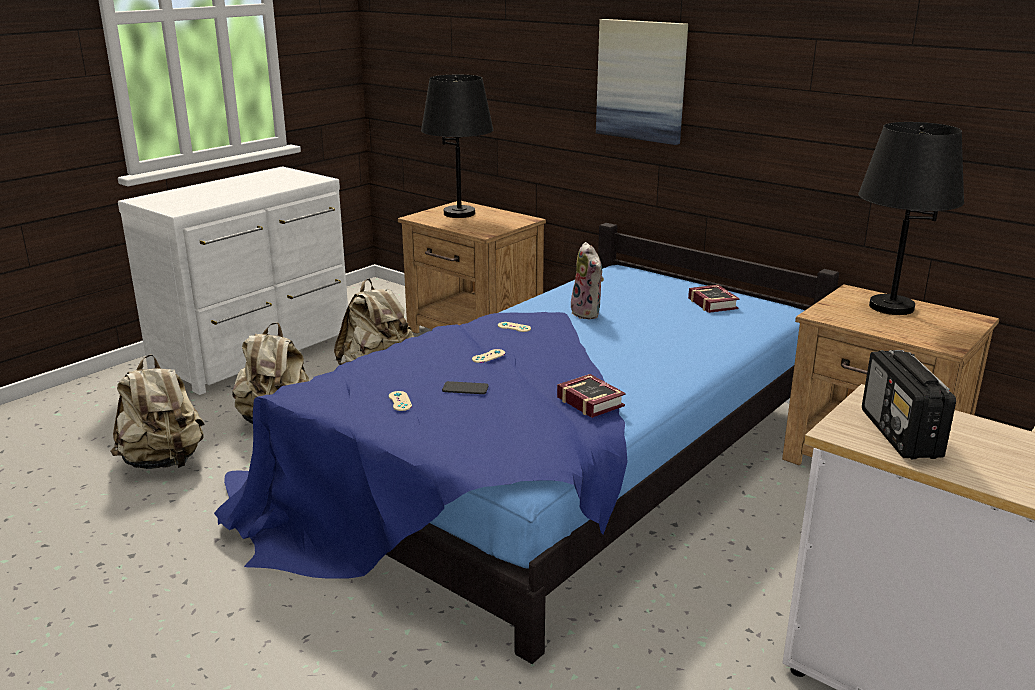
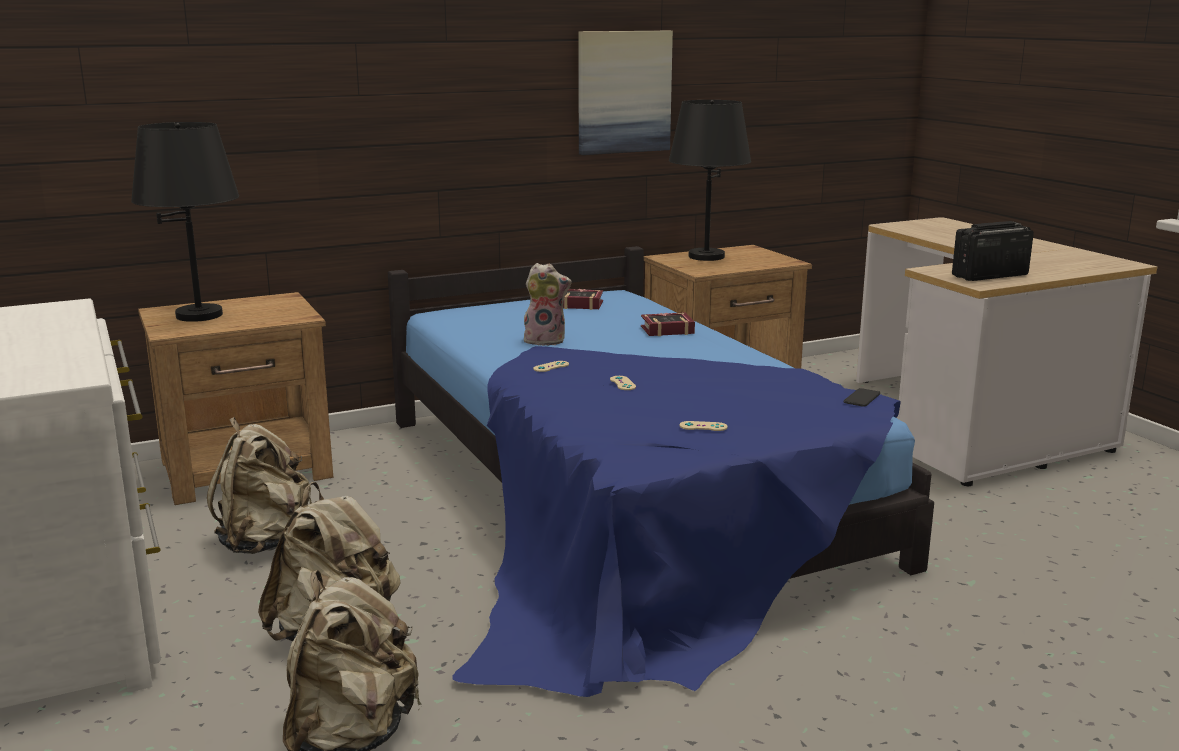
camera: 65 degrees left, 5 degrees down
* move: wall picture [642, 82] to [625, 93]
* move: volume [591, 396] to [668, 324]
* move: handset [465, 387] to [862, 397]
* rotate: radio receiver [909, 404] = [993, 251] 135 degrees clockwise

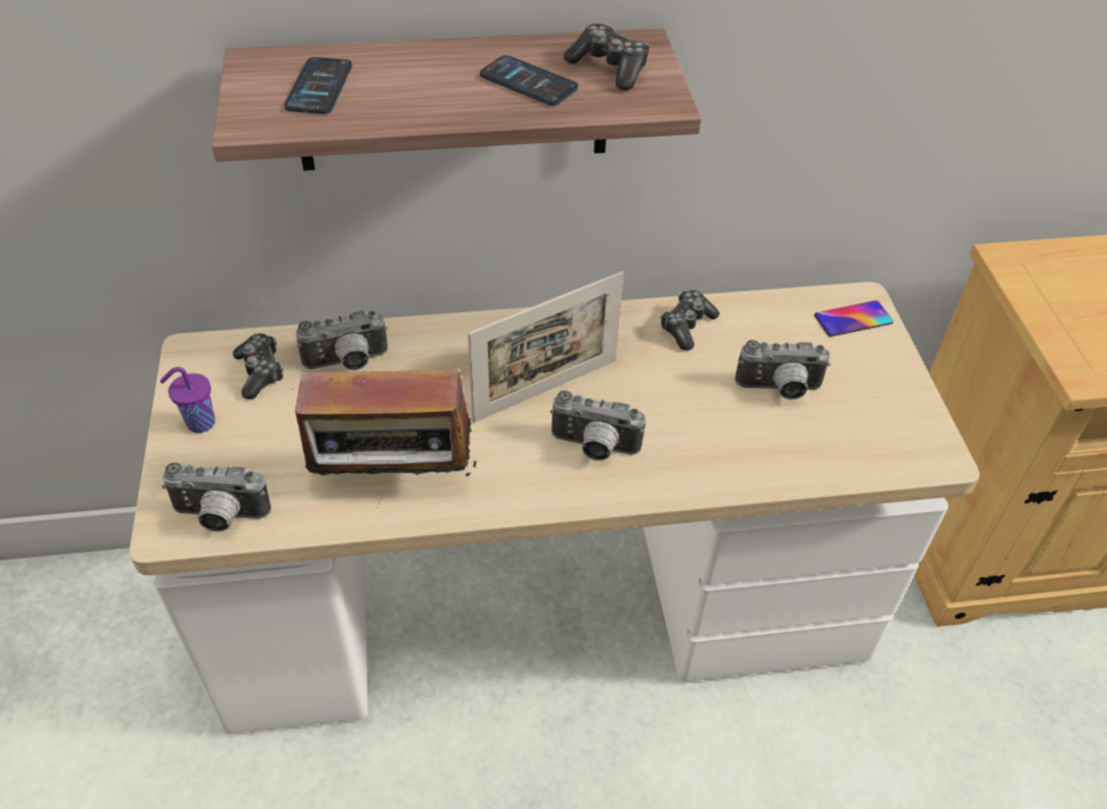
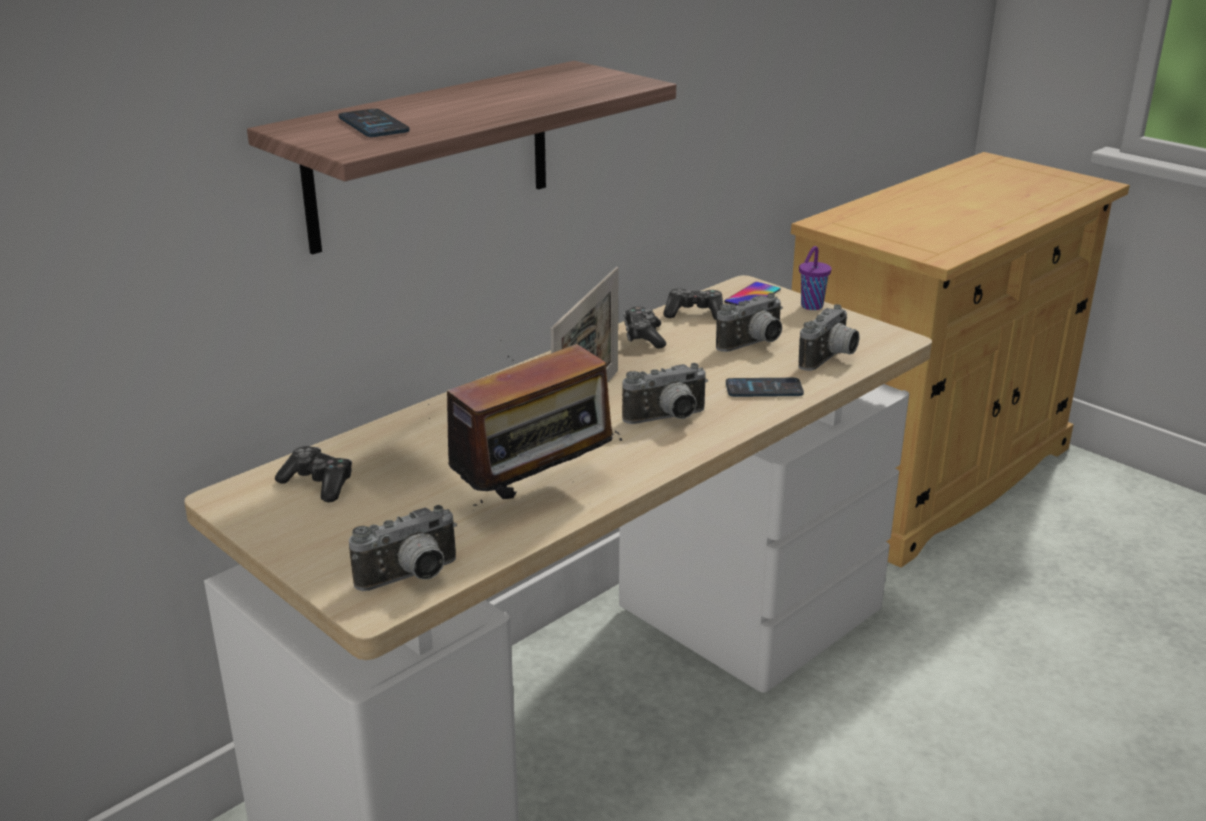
camera: 35 degrees left, 20 degrees down
* move: game controller [607, 56] to [693, 304]
* move: handset [529, 80] to [765, 387]
* move: photo camera [342, 341] to [828, 337]
* move: drinking cup/purple-coloured [187, 400] to [815, 278]

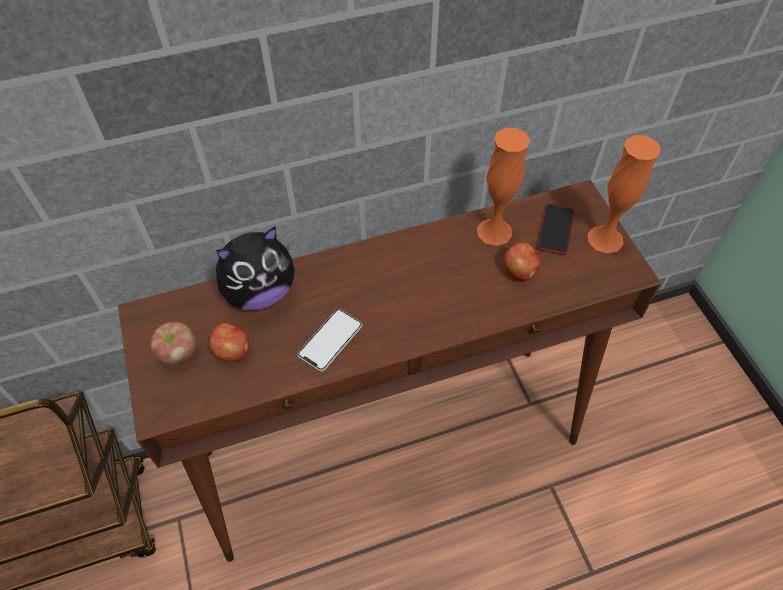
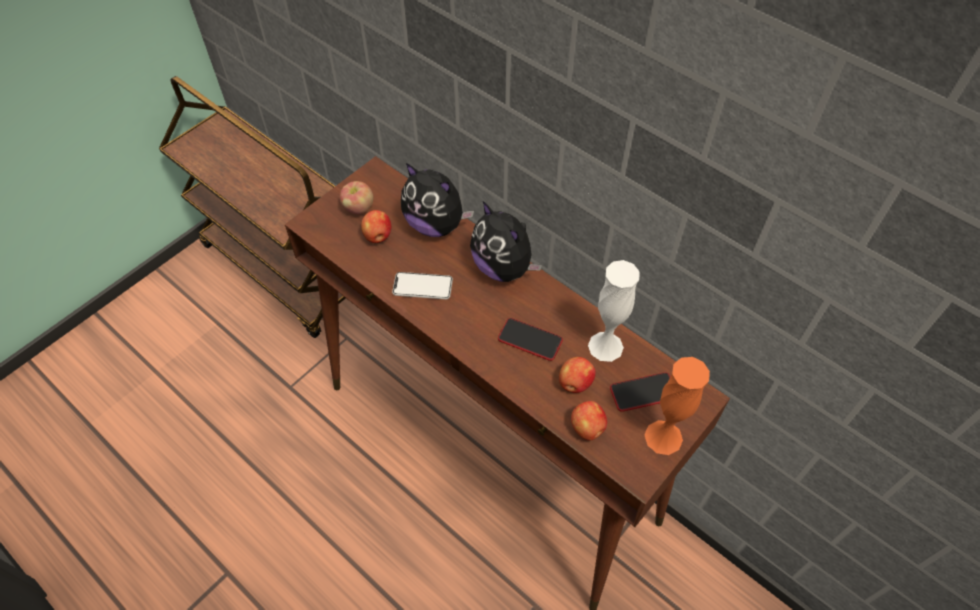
camera: 60 degrees right, 0 degrees up
* insert: cuddly toy [506, 241]
* insert: handset [530, 339]
* insert: whole apple [589, 421]
* recolor: decorative vase/orange-coloured [503, 187] to decorative vase/white-coloured [614, 311]

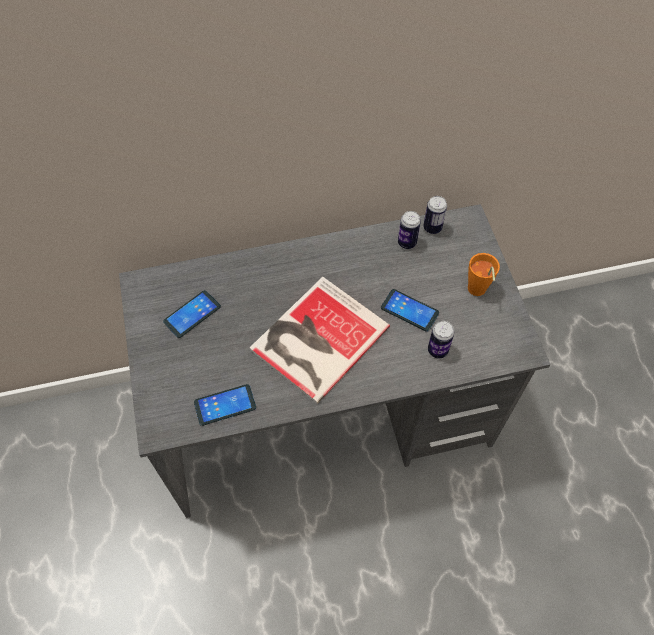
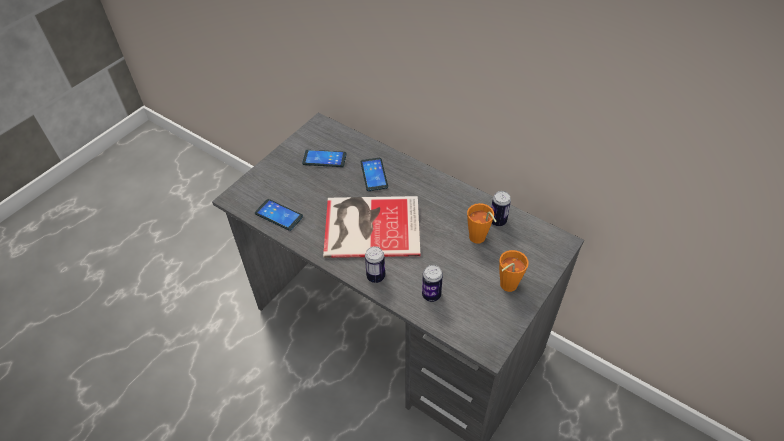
camera: 50 degrees right, 10 degrees down
* move: handset [410, 310] to [374, 174]
* move: sealed can [435, 215] to [375, 264]
* insert: drinking cup/orange-coloured [482, 223]

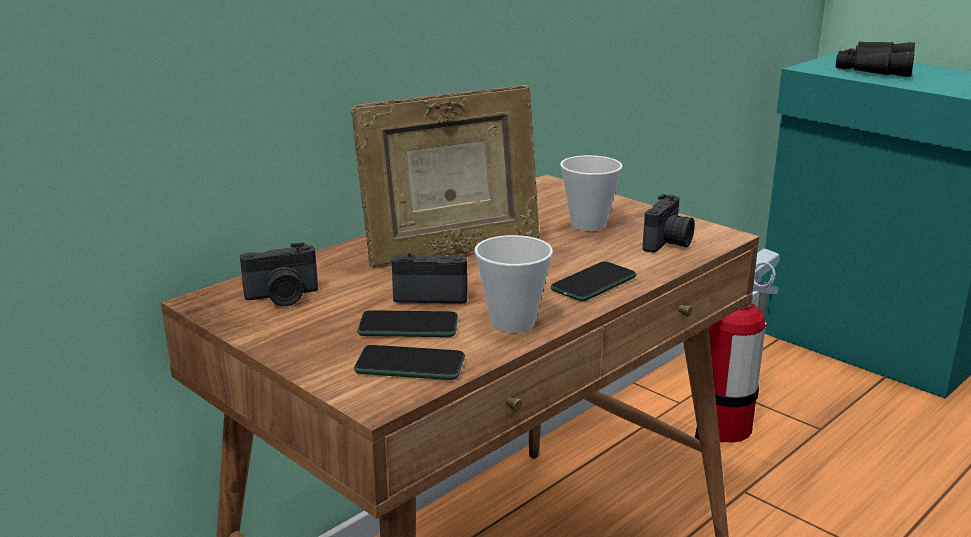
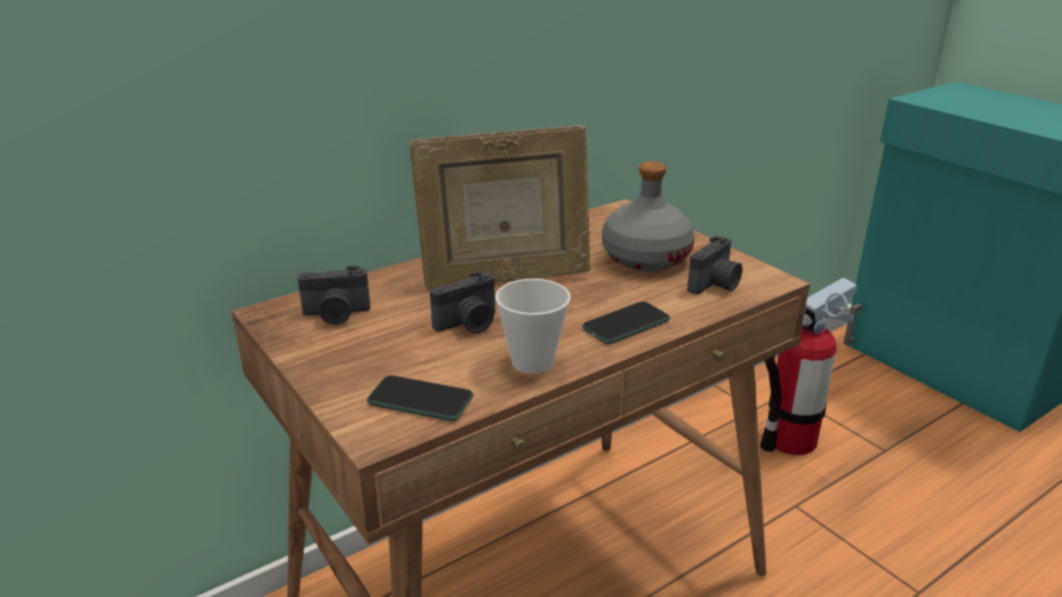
camera: 10 degrees right, 5 degrees up
* rotate: photo camera [429, 278] = [462, 302] 135 degrees clockwise
* replace: drinking cup [591, 193] to beverage bottle/greyish [648, 216]
* delete: handset [407, 323]
* delete: field glasses/black [875, 59]

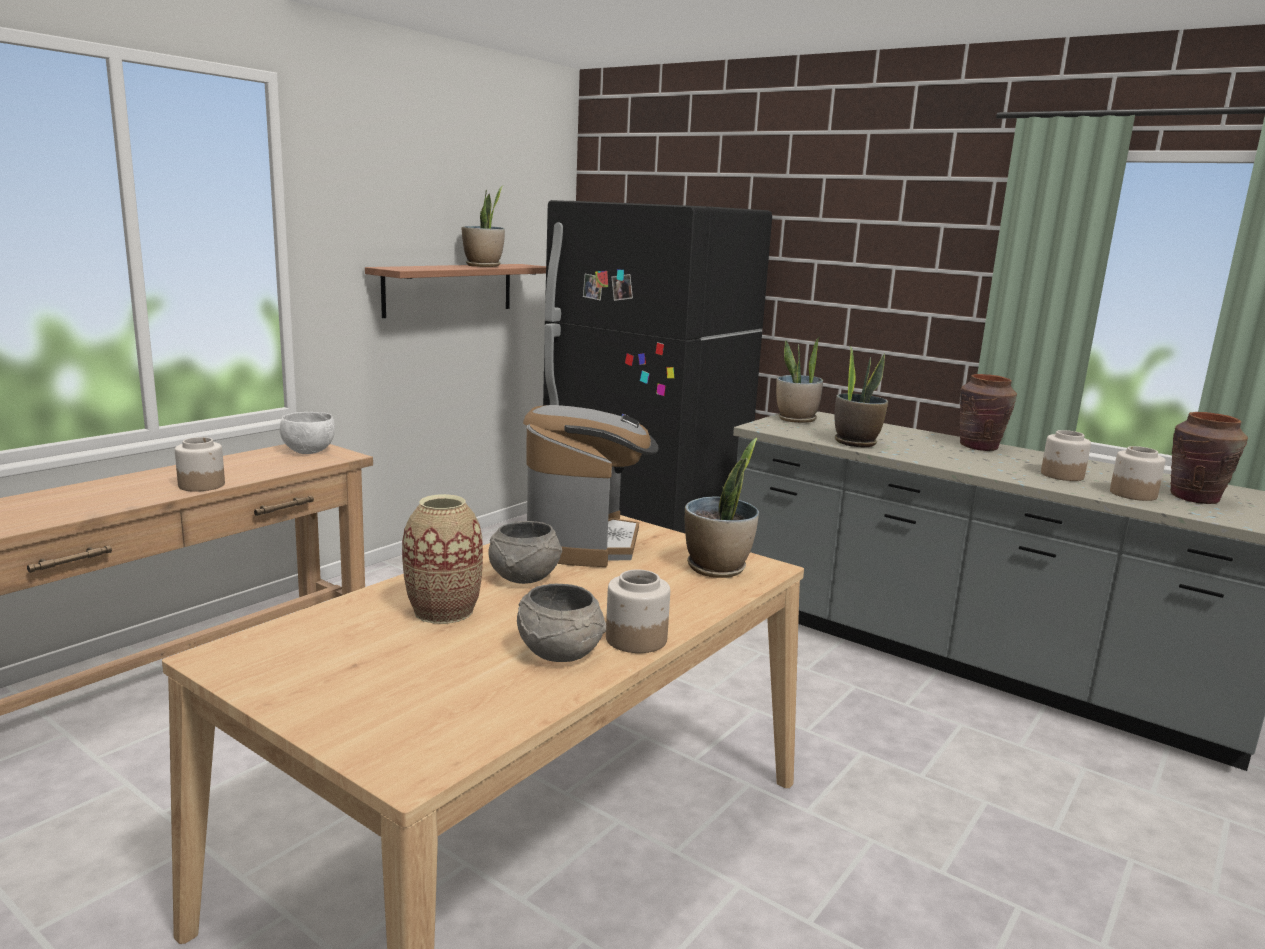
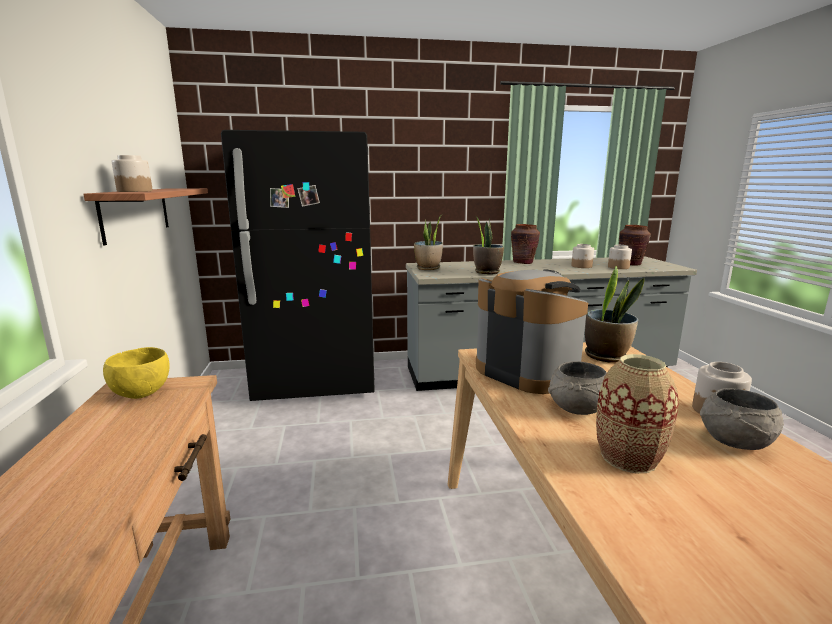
camera: 45 degrees left, 0 degrees up
* recolor: bowl/white-coloured [307, 433] to bowl/yellow-coloured [136, 373]
* move: jar [200, 464] to [132, 173]
* delete: potted plant [483, 226]

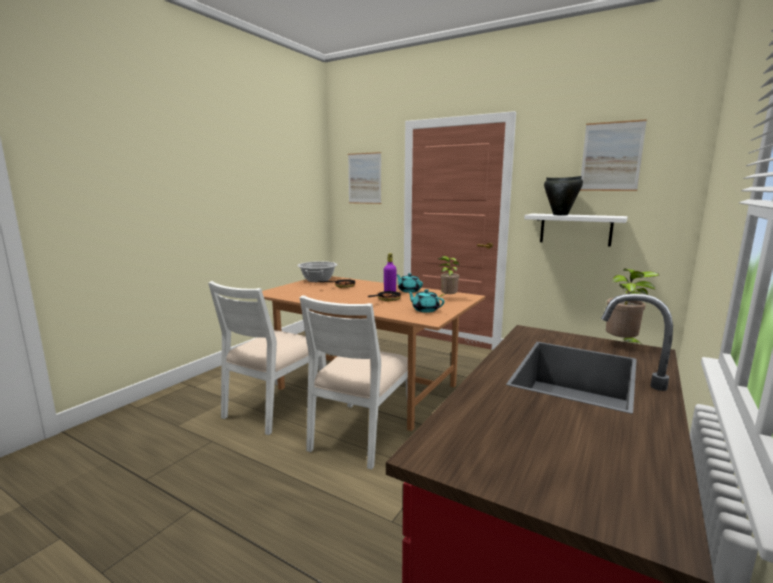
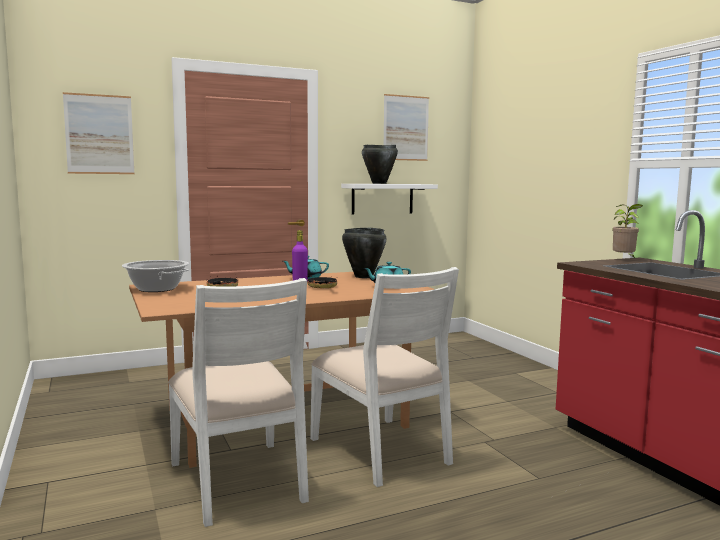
camera: 55 degrees left, 5 degrees down
* replace: potted plant [448, 277] to saucepot/black [364, 253]

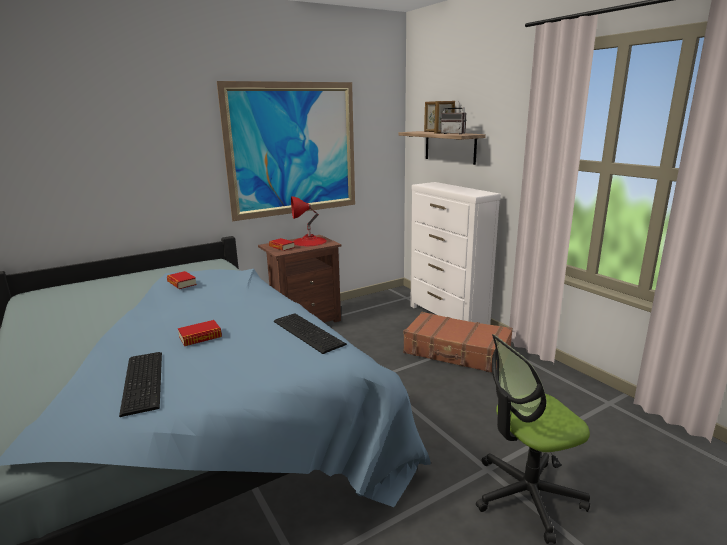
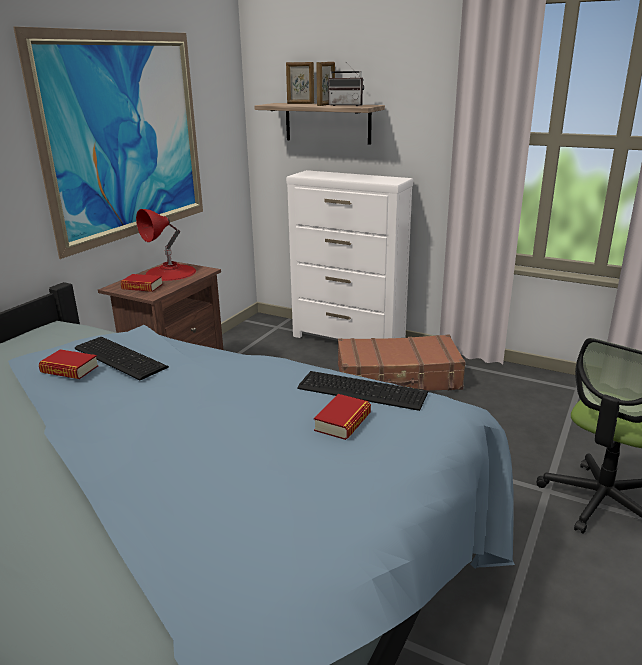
camera: 30 degrees left, 5 degrees up
* move: keyboard [140, 384] to [122, 358]
* move: volume [200, 333] to [342, 417]

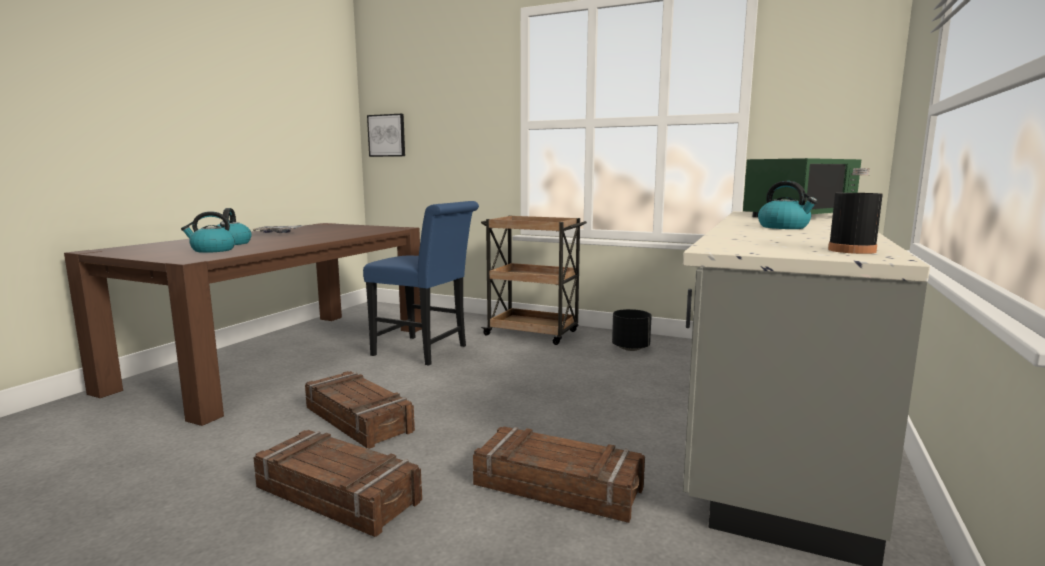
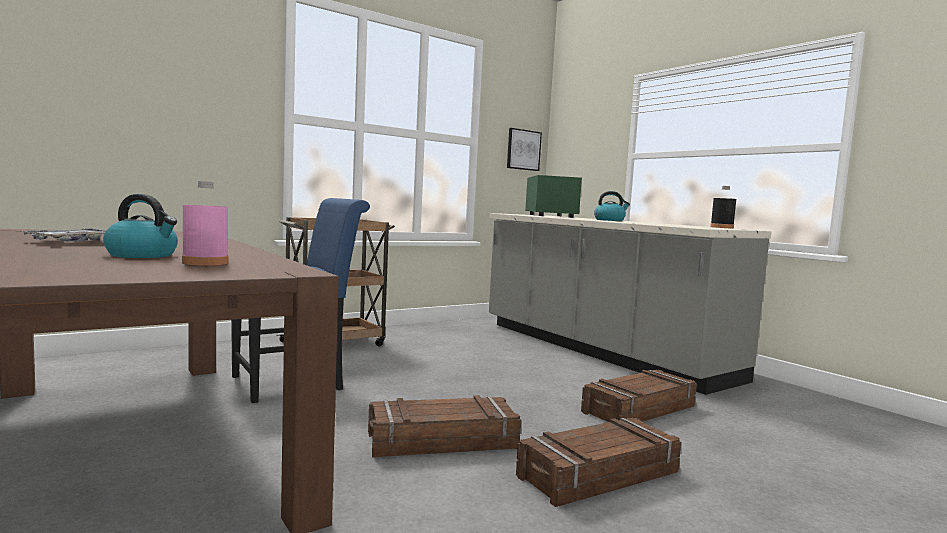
camera: 60 degrees left, 5 degrees down
* replace: water kettle [208, 232] to beverage bottle/pink [205, 223]
* move: wall picture [386, 135] to [524, 149]
* delete: planter/black [632, 330]

